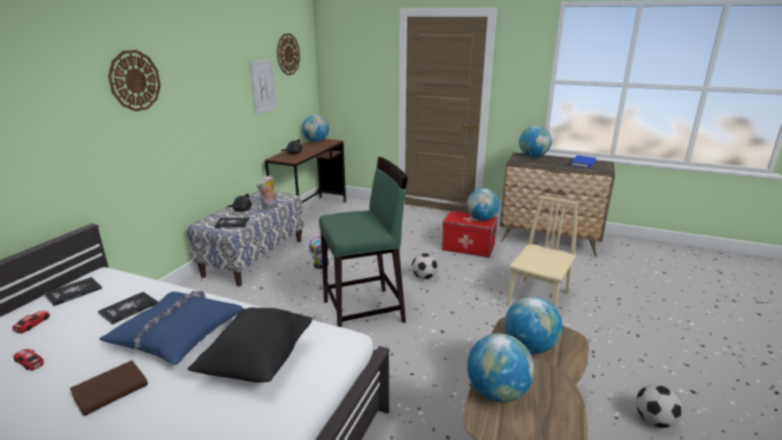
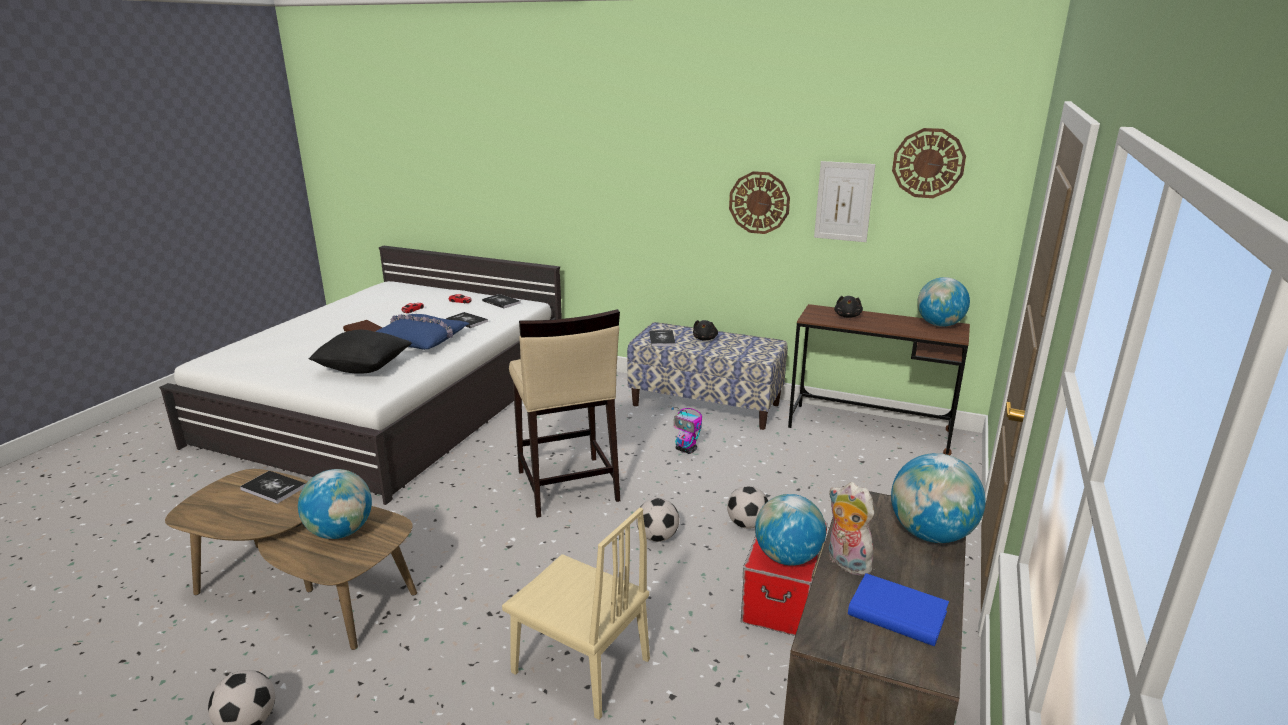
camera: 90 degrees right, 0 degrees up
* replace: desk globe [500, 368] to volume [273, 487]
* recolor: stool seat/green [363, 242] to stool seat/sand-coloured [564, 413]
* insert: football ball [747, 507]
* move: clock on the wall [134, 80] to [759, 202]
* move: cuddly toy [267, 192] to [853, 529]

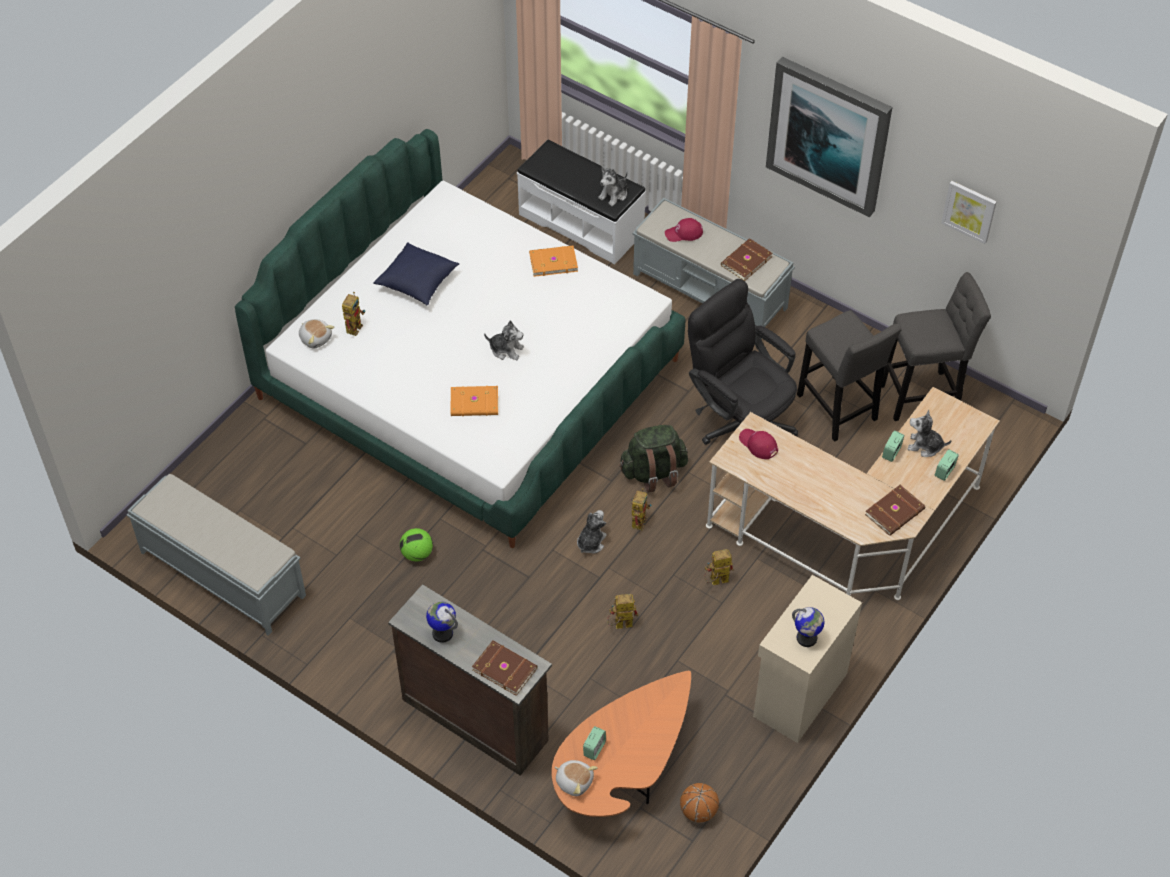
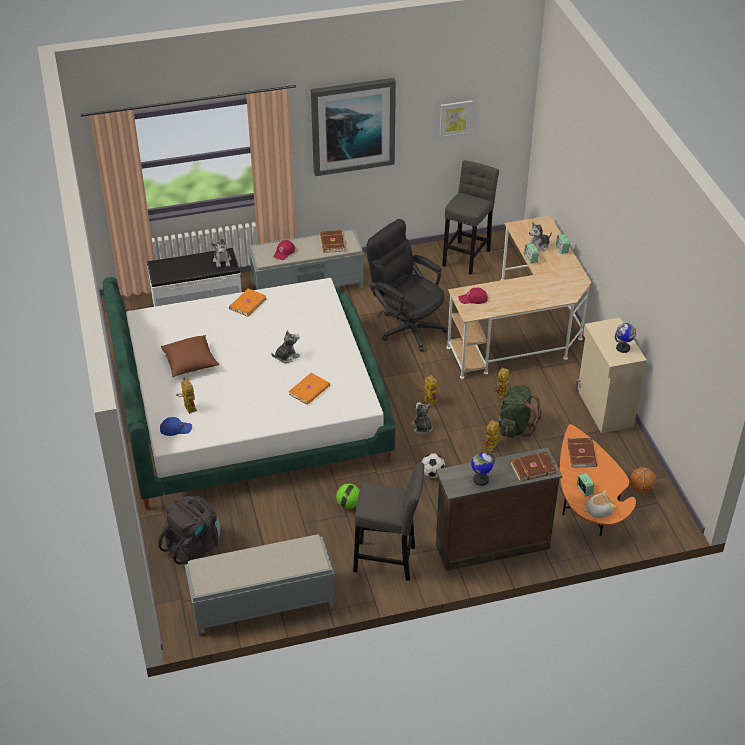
camera: 50 degrees left, 10 degrees down
* insert: backpack/black [189, 530]
* replace: cuddly toy [317, 333] to peaked cap/blue [176, 426]
* recolor: pillow/blue [416, 273] to pillow/brown-coloured [190, 356]
* move: stool seat/greyish [849, 376] to [388, 521]
* rotate: desk chair/black [743, 362] = [407, 285] 45 degrees clockwise
* insert: football ball [433, 465]
* move: backpack/green [653, 459] to [519, 411]
* move: volume/brown-coloured [895, 510] to [582, 452]

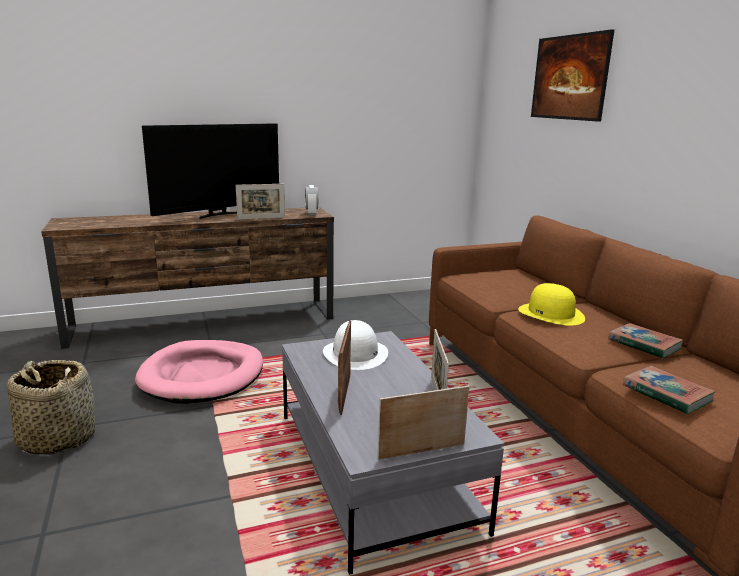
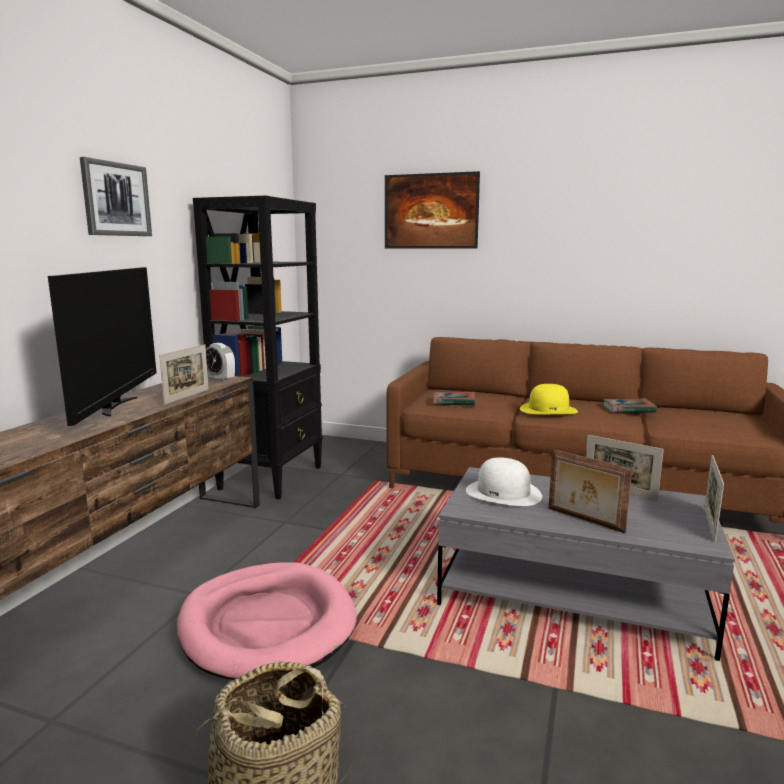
camera: 50 degrees left, 5 degrees down
* insert: wall picture [116, 196]
* insert: bookcase/black [258, 347]
* move: volume [669, 390] to [454, 399]

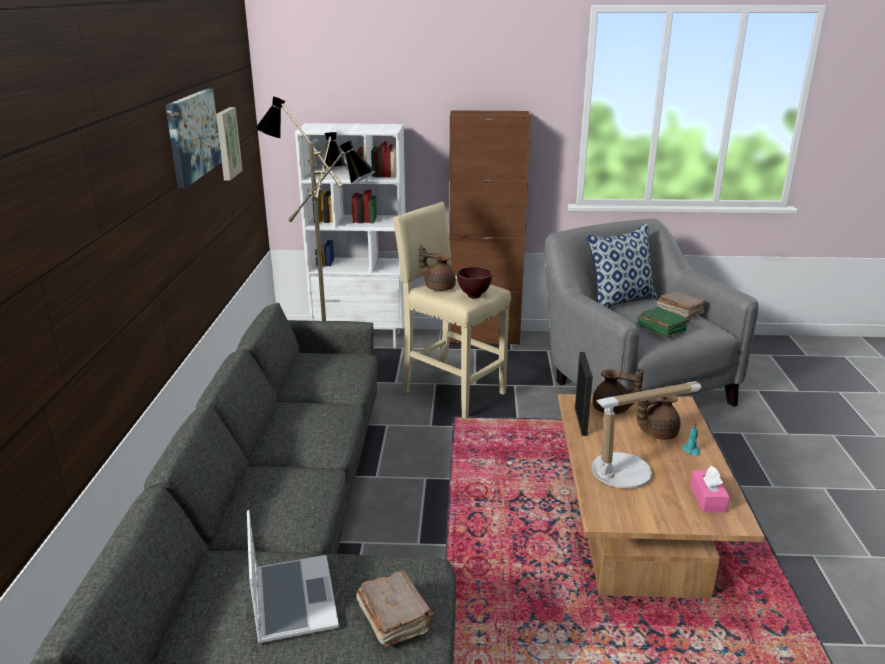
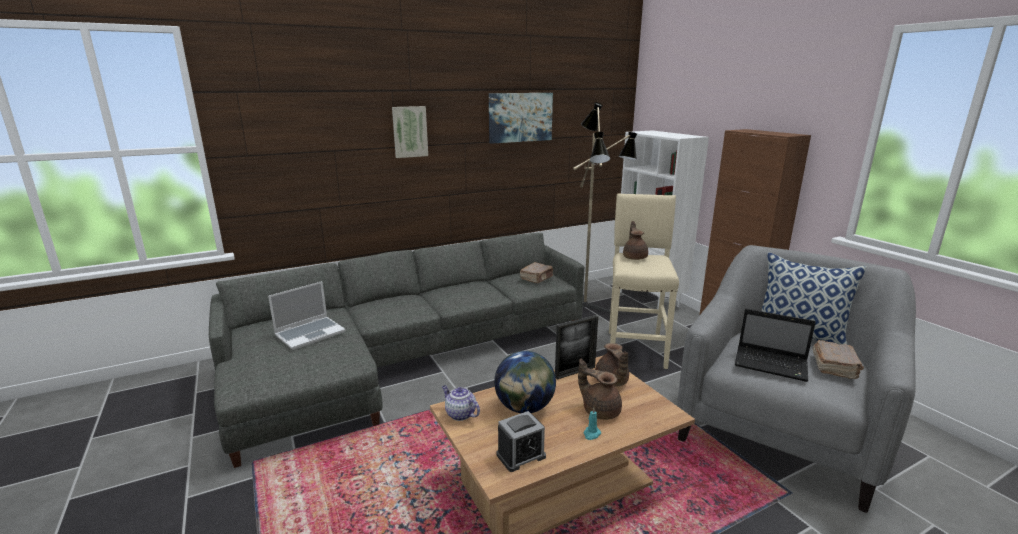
camera: 60 degrees right, 5 degrees down
* move: wall picture [229, 144] to [410, 132]
* insert: teapot [461, 403]
* replace: tabletop lamp [646, 435] to desk globe [525, 382]
* replace: tissue holder/pink [709, 489] to bedside clock [521, 441]
* move: volume/brown-coloured [395, 608] to [536, 272]
* replace: volume/green [663, 322] to portable computer [775, 345]
* delete: bowl/brown-coloured [474, 283]

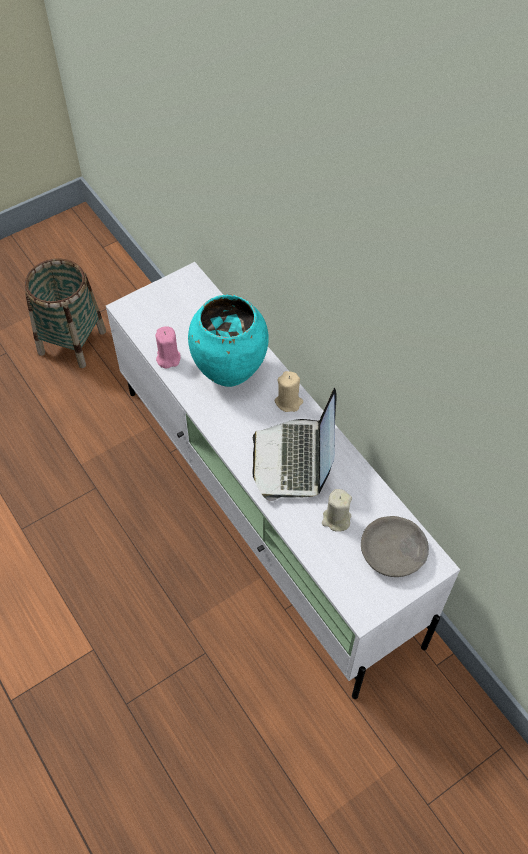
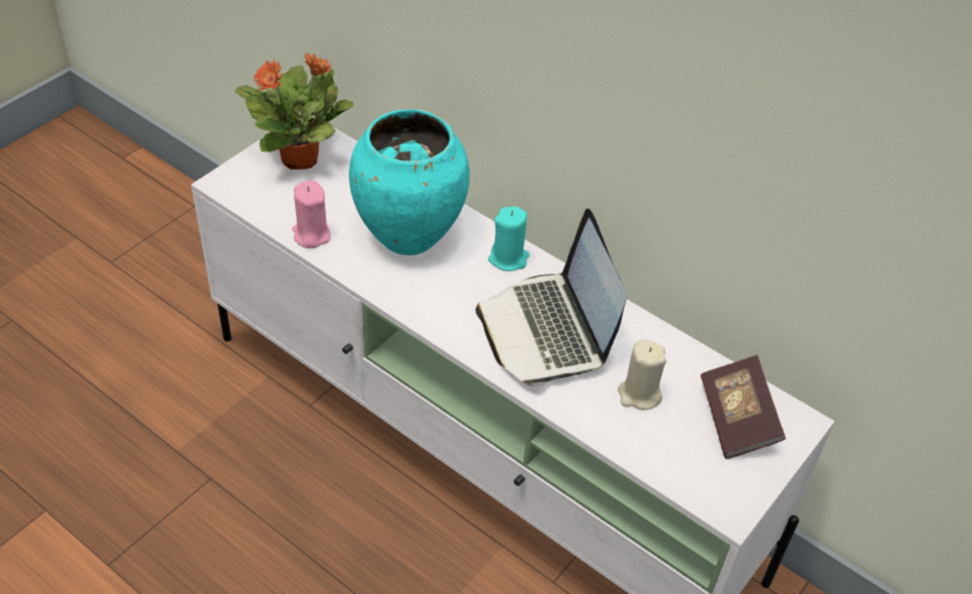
camera: 20 degrees left, 10 degrees down
* insert: potted plant [294, 111]
* recolor: wax candle/sand-coloured [289, 391] to wax candle/turquoise-coloured [508, 239]
* replace: bowl/greyish [395, 546] to volume [743, 407]
* delete: household basket [65, 313]

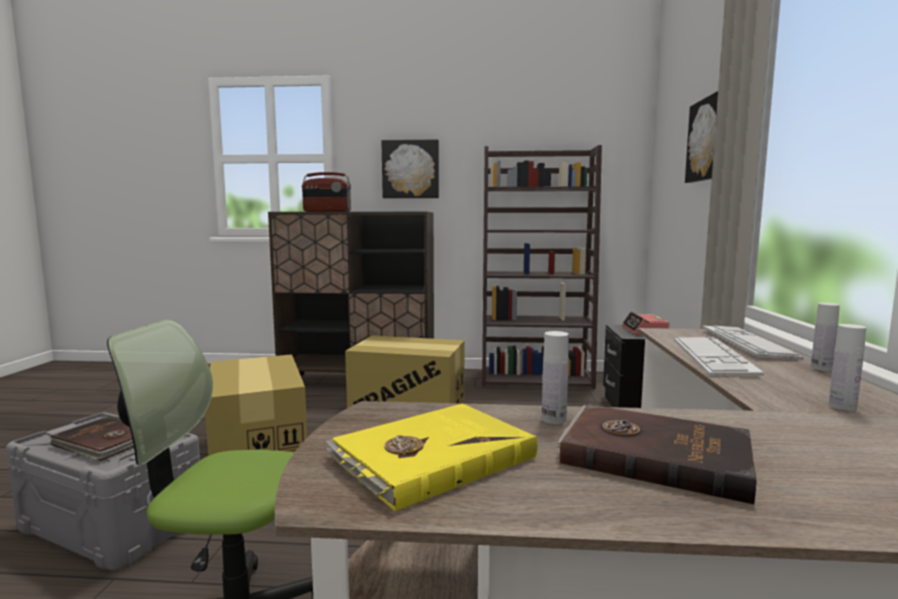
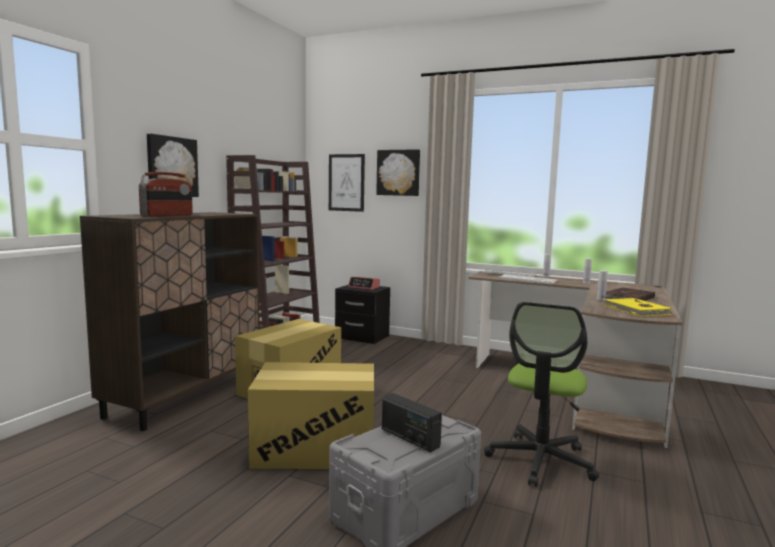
camera: 70 degrees left, 0 degrees up
* insert: wall picture [347, 183]
* replace: volume/brown-coloured [92, 438] to radio receiver [412, 422]

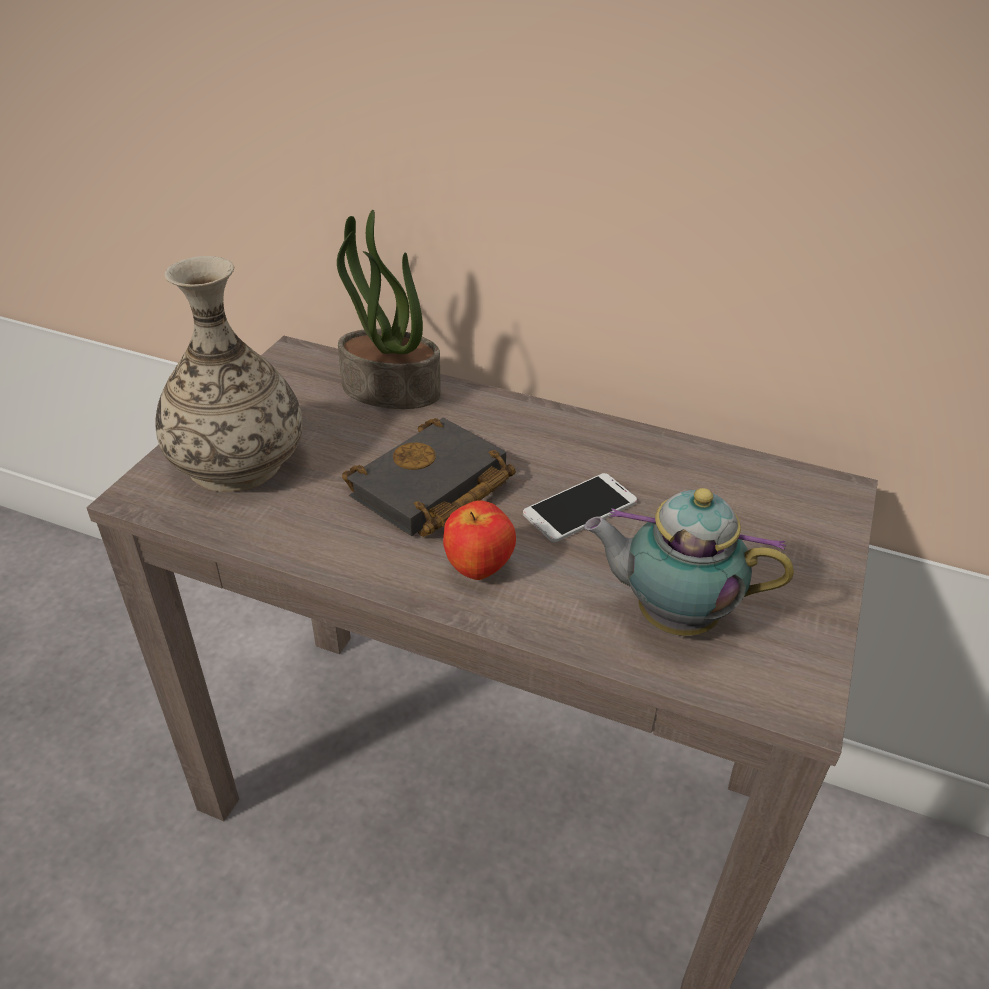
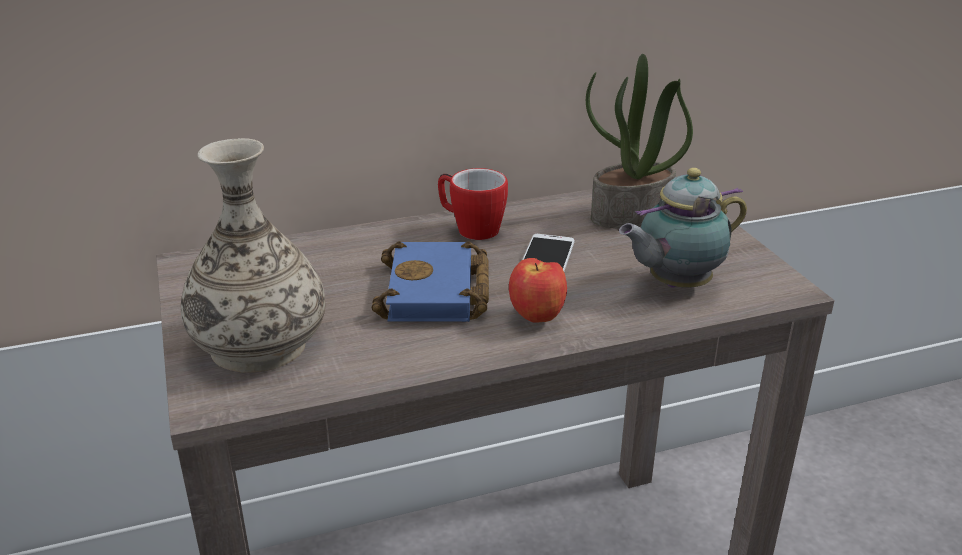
camera: 40 degrees left, 10 degrees down
* recolor: volume/black [429, 477] to volume/blue [430, 281]
* insert: coffee mug [473, 204]
* move: potted plant [389, 309] to [639, 141]

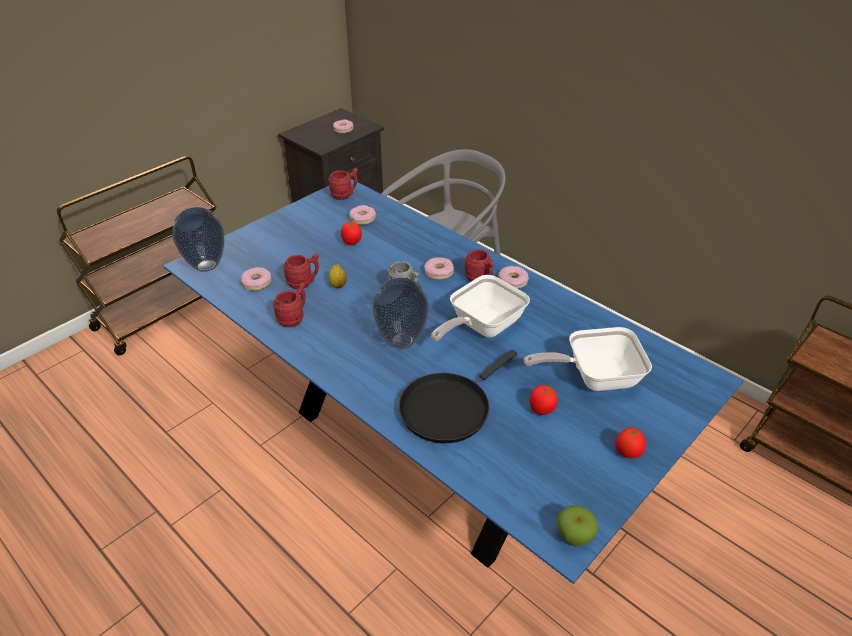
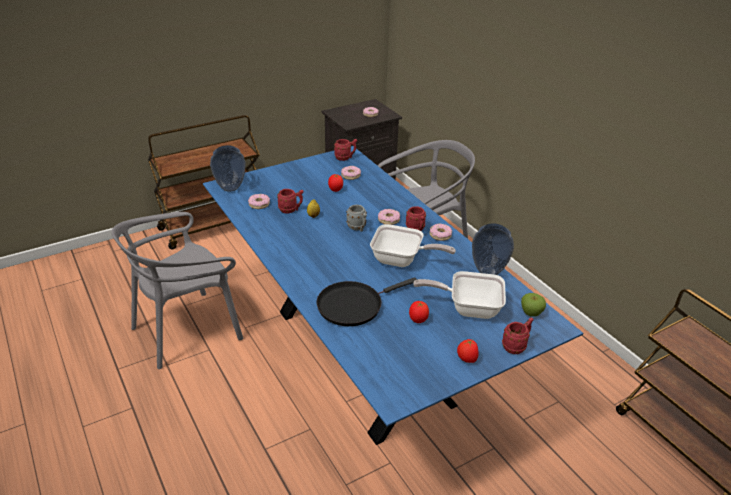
camera: 15 degrees right, 5 degrees down
* insert: chair/greyish [177, 290]
* rotate: skillet [480, 308] = [413, 245] 135 degrees counterclockwise
* move: decorative vase [400, 313] to [493, 249]
* move: coffee mug/red-coloured [289, 305] to [517, 335]
* move: whole apple [578, 525] to [533, 305]

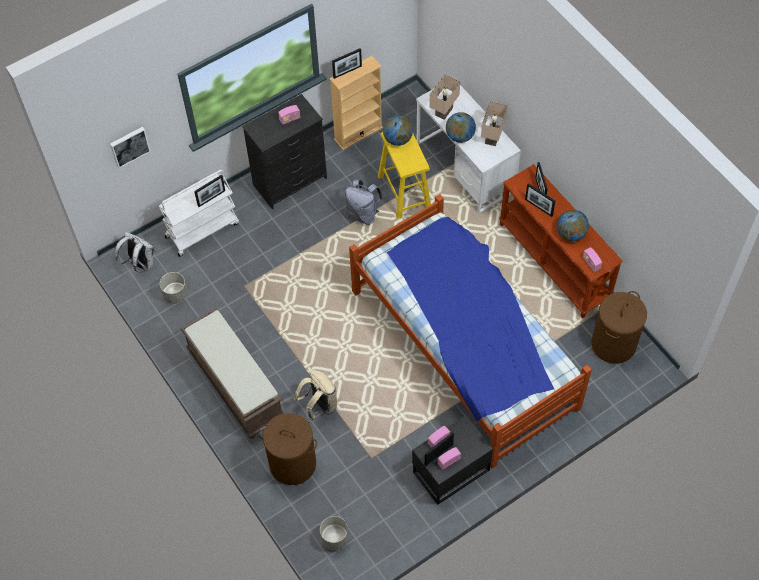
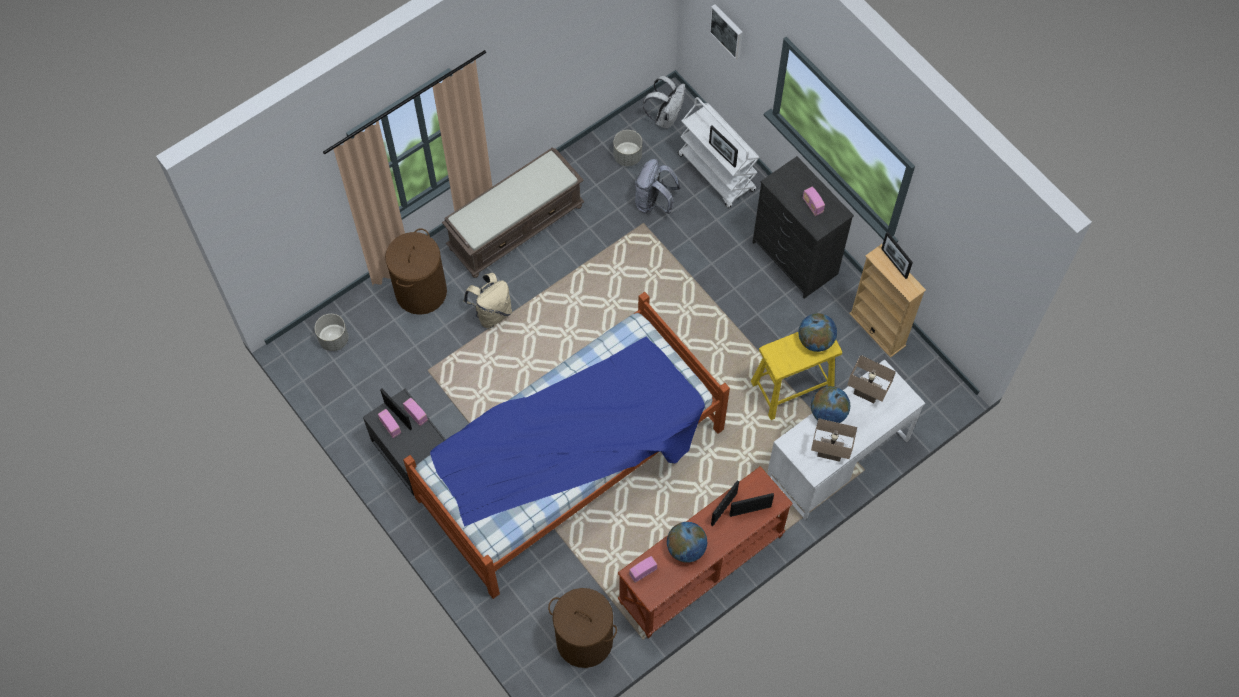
camera: 85 degrees right, 5 degrees up
* move: backpack/greyish [364, 202] to [658, 186]

